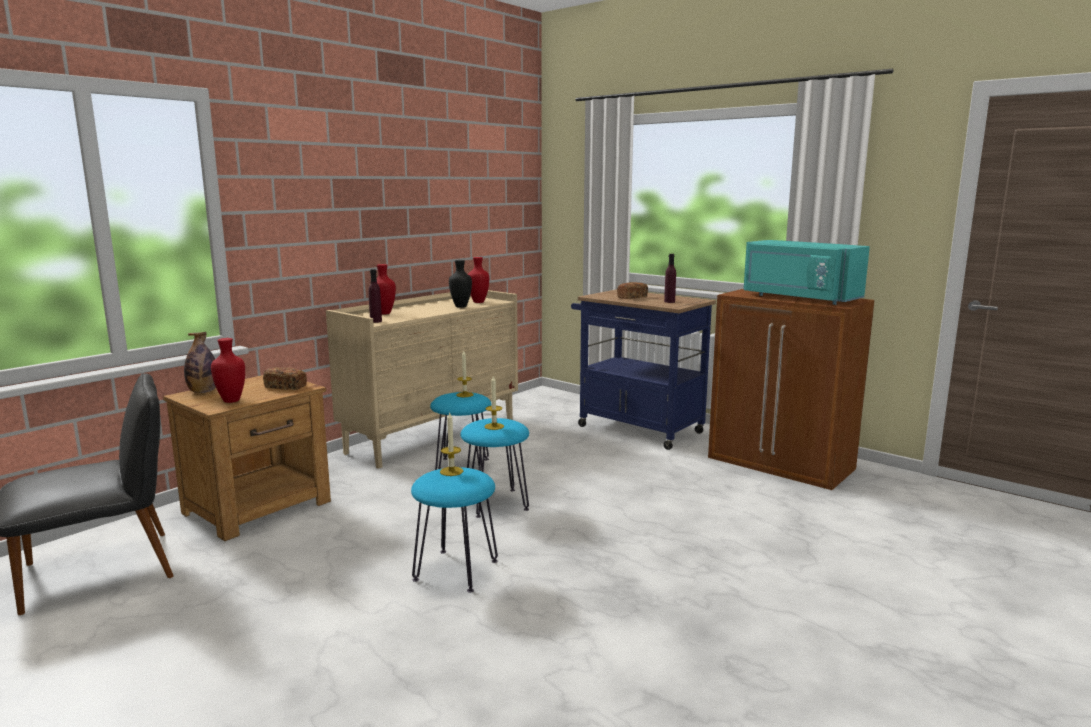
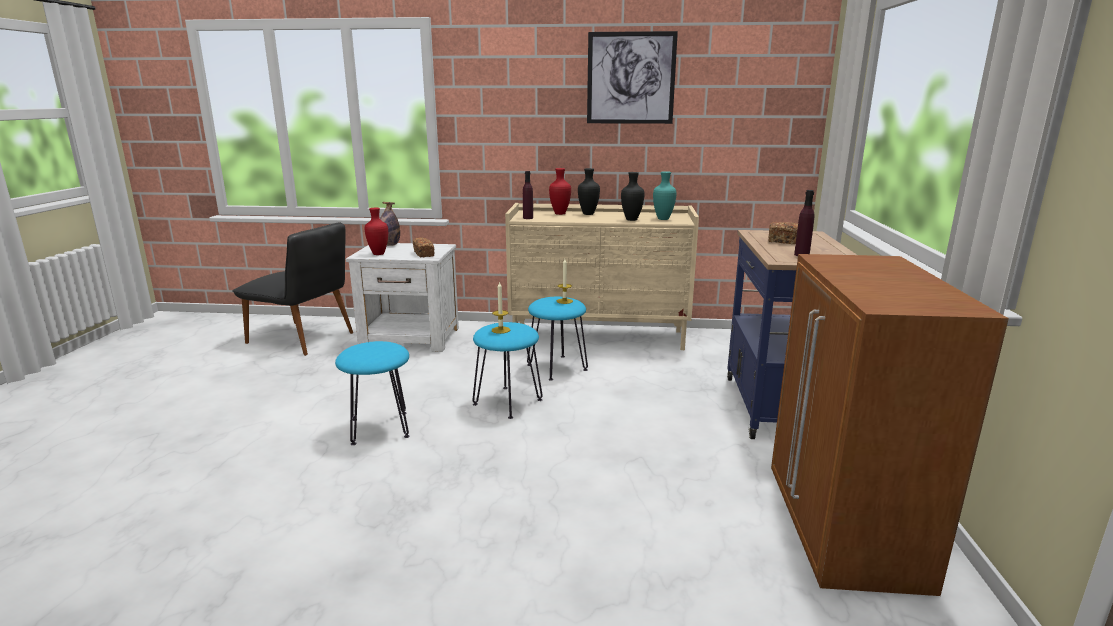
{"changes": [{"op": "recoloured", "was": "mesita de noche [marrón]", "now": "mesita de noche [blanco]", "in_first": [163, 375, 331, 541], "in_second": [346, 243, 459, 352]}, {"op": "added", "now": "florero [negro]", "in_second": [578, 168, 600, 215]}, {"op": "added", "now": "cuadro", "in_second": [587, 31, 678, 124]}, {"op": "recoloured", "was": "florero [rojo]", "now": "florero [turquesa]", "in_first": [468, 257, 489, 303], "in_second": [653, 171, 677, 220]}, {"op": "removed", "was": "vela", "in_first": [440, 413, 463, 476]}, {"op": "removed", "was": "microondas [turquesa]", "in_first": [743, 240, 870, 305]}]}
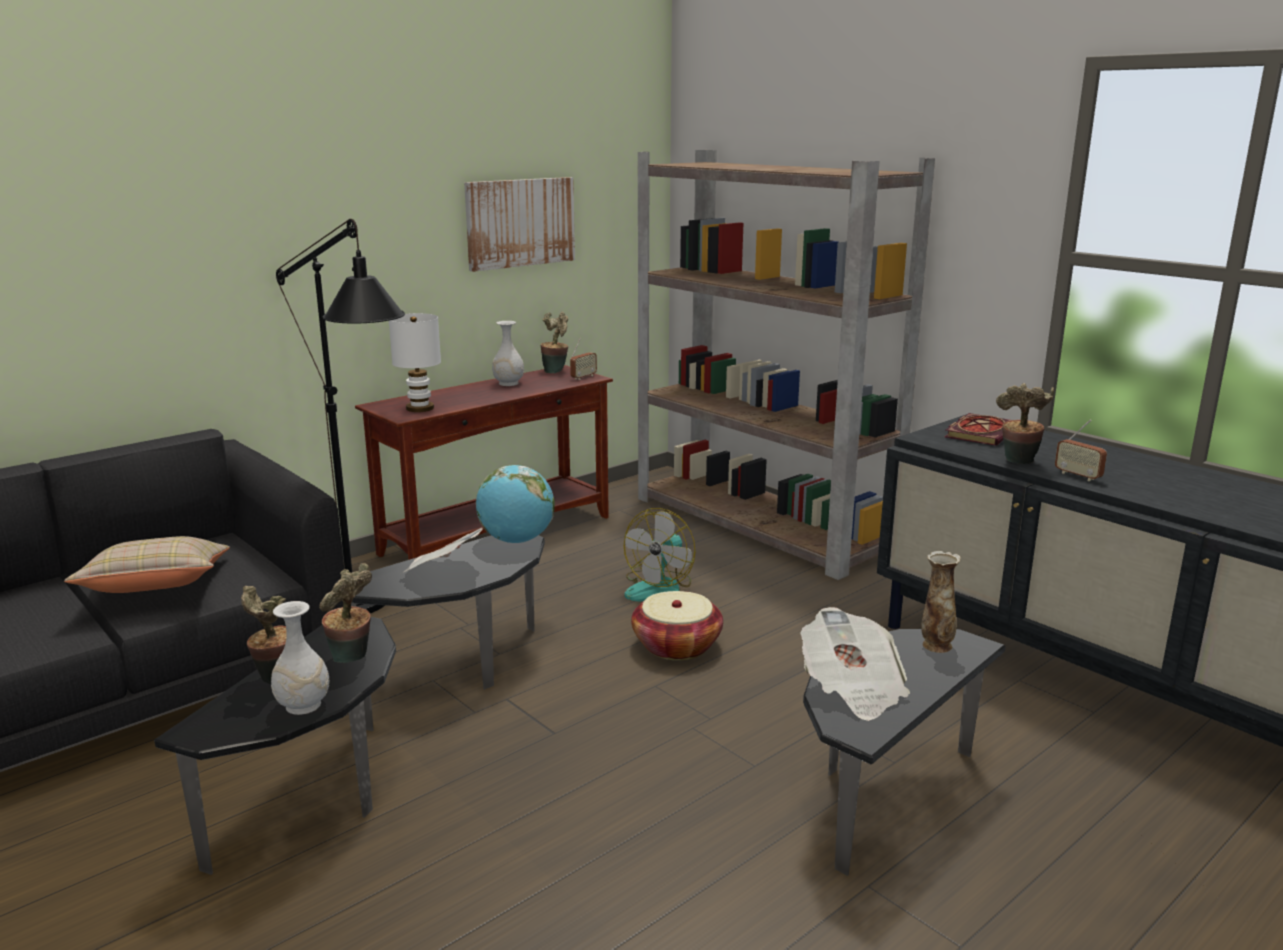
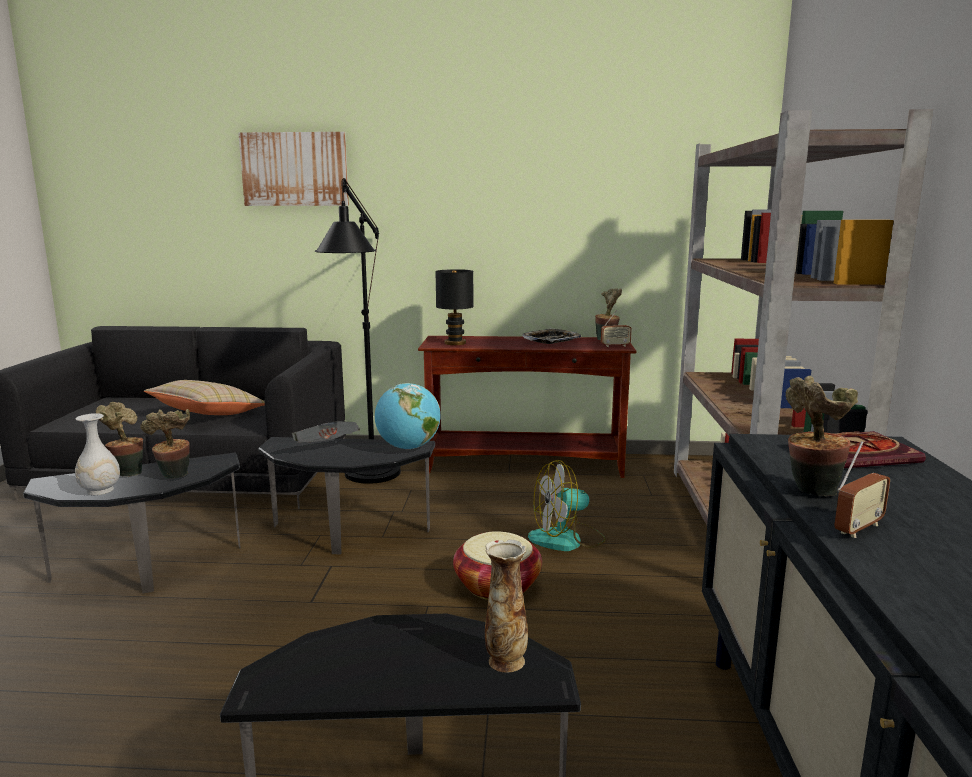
{"changes": [{"op": "moved", "was": "cuadro", "in_first": [464, 177, 575, 272], "in_second": [238, 132, 349, 206]}, {"op": "recoloured", "was": "lámpara de mesa [blanco]", "now": "lámpara de mesa [negro]", "in_first": [389, 313, 441, 412], "in_second": [435, 269, 474, 345]}, {"op": "replaced", "was": "florero [blanco]", "now": "bandeja", "in_first": [492, 321, 524, 386], "in_second": [522, 328, 581, 344]}, {"op": "turned", "was": "radio", "in_first": [1055, 420, 1107, 481], "in_second": [834, 441, 890, 538], "clockwise": -135}, {"op": "removed", "was": "periódico", "in_first": [801, 607, 910, 721]}]}
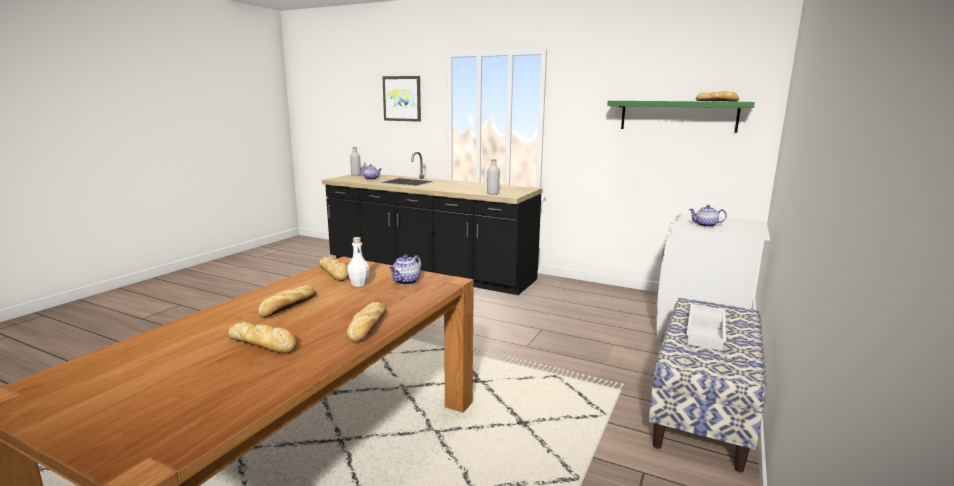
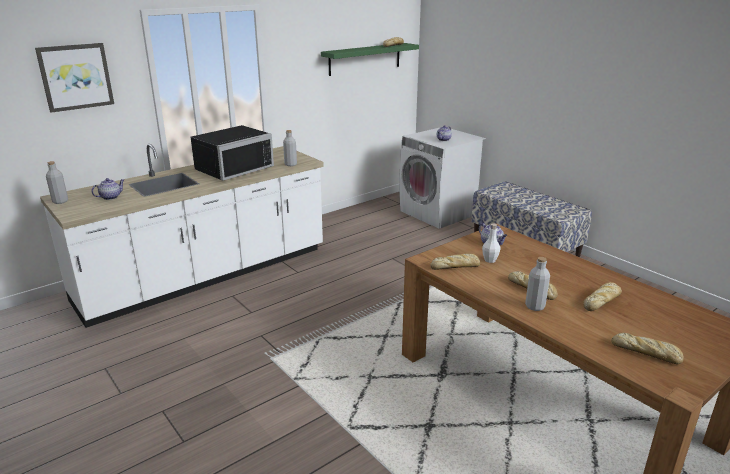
{"changes": [{"op": "recoloured", "was": "mueble bajo de cocina [negro]", "now": "mueble bajo de cocina [blanco]", "in_first": [322, 152, 543, 295], "in_second": [40, 144, 324, 328]}, {"op": "added", "now": "microondas [negro]", "in_second": [191, 125, 274, 181]}, {"op": "added", "now": "botella [gris]", "in_second": [525, 257, 550, 311]}, {"op": "moved", "was": "pan", "in_first": [347, 302, 386, 342], "in_second": [612, 333, 684, 364]}, {"op": "removed", "was": "bandeja [blanco]", "in_first": [687, 304, 726, 351]}]}
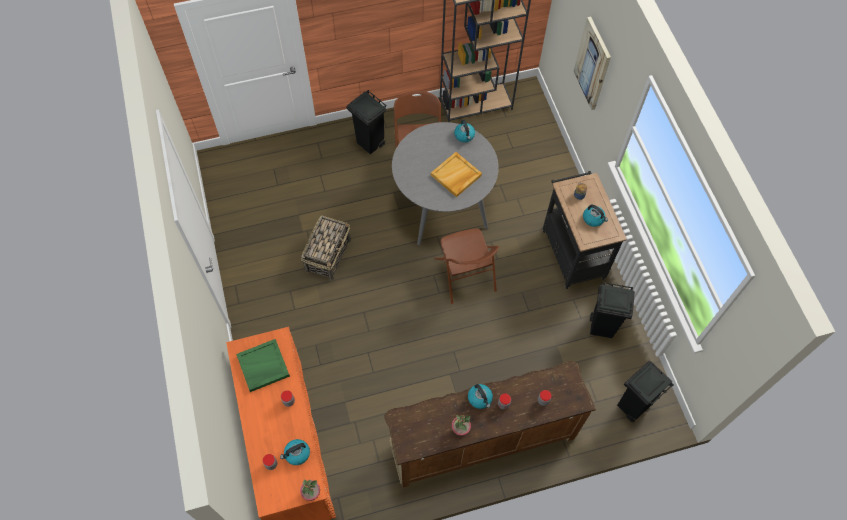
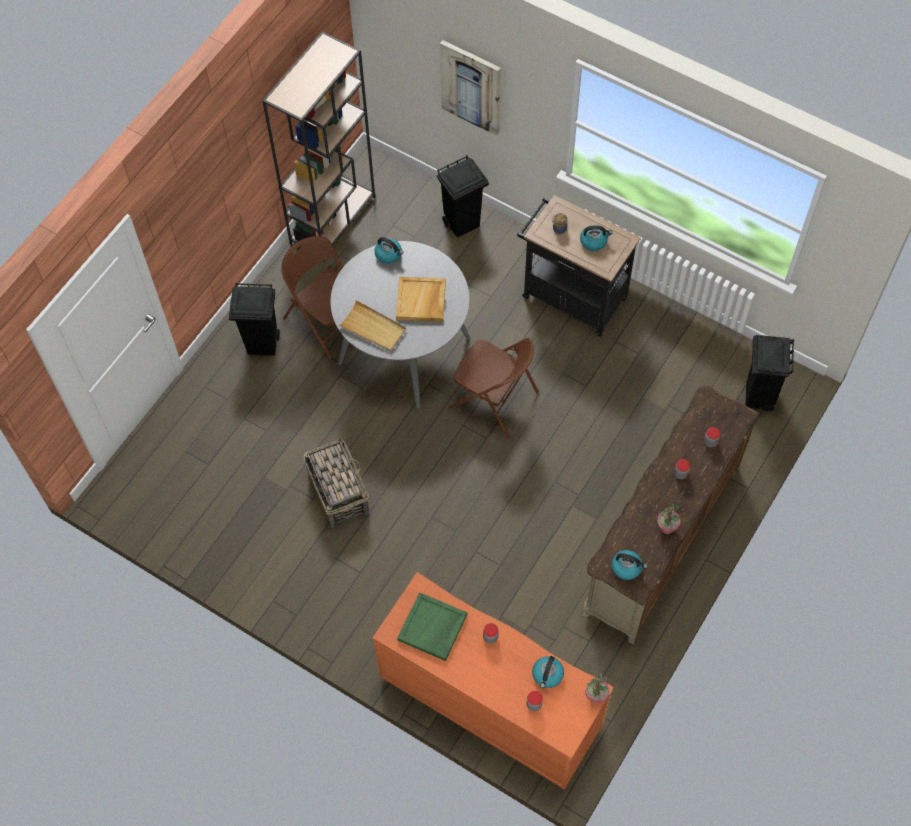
{"changes": [{"op": "added", "now": "bandeja [beis]", "in_second": [339, 300, 406, 352]}, {"op": "moved", "was": "papelera [negro]", "in_first": [590, 282, 635, 338], "in_second": [437, 156, 489, 238]}, {"op": "moved", "was": "hervidor", "in_first": [468, 384, 493, 409], "in_second": [612, 550, 648, 580]}]}
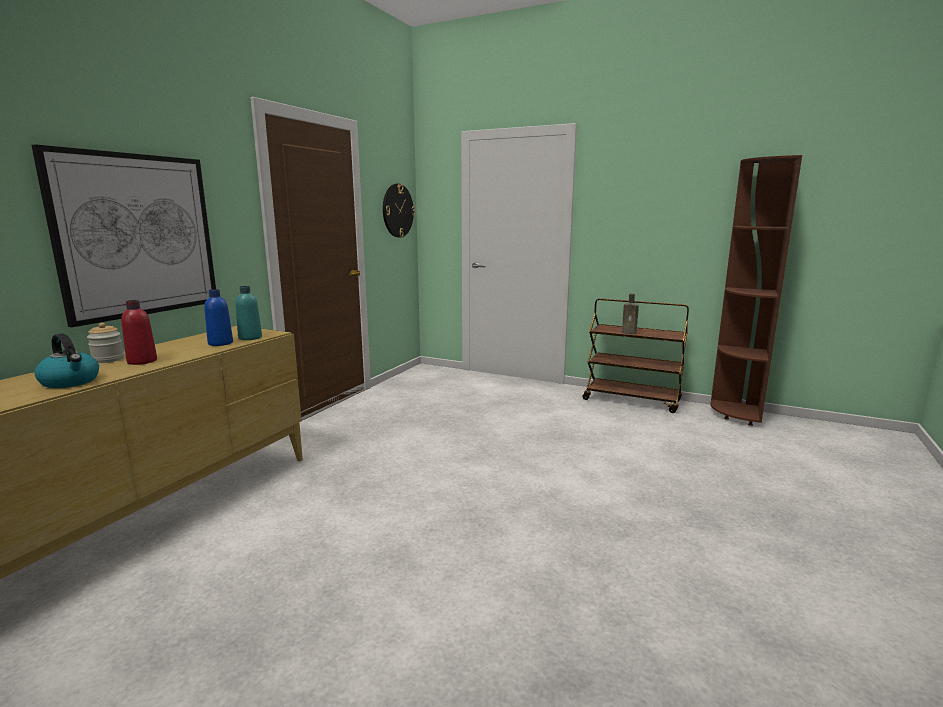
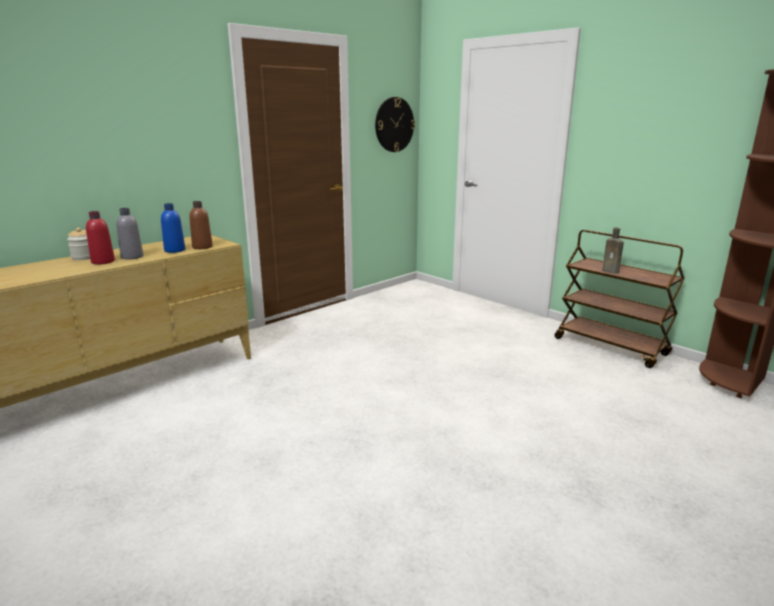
{"changes": [{"op": "added", "now": "botella [gris]", "in_second": [116, 208, 143, 260]}, {"op": "recoloured", "was": "botella [turquesa]", "now": "botella [marrón]", "in_first": [235, 286, 262, 340], "in_second": [189, 201, 213, 249]}, {"op": "removed", "was": "cuadro", "in_first": [31, 144, 216, 327]}, {"op": "removed", "was": "hervidor", "in_first": [34, 333, 99, 388]}]}
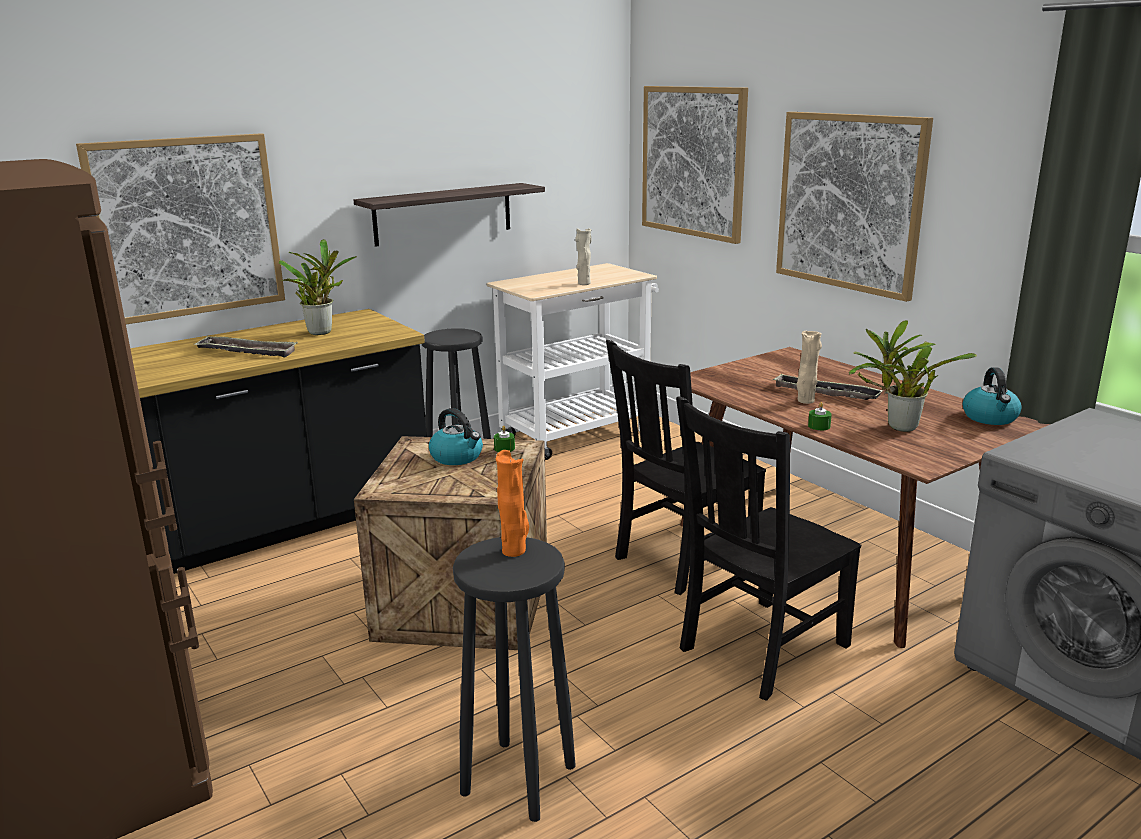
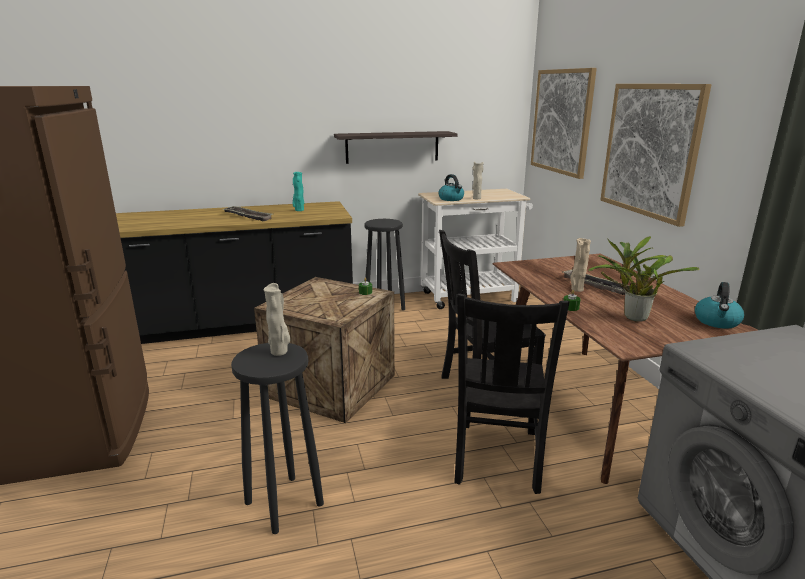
{"changes": [{"op": "recoloured", "was": "florero [naranja]", "now": "florero [beis]", "in_first": [496, 450, 529, 557], "in_second": [264, 283, 290, 356]}, {"op": "replaced", "was": "planta en maceta", "now": "florero [turquesa]", "in_first": [278, 239, 357, 335], "in_second": [292, 172, 304, 211]}, {"op": "moved", "was": "hervidor", "in_first": [429, 408, 483, 465], "in_second": [439, 174, 464, 201]}, {"op": "turned", "was": "silla [negro]", "in_first": [676, 397, 861, 701], "in_second": [454, 294, 569, 494], "clockwise": -60}, {"op": "removed", "was": "cuadro", "in_first": [76, 133, 285, 324]}]}
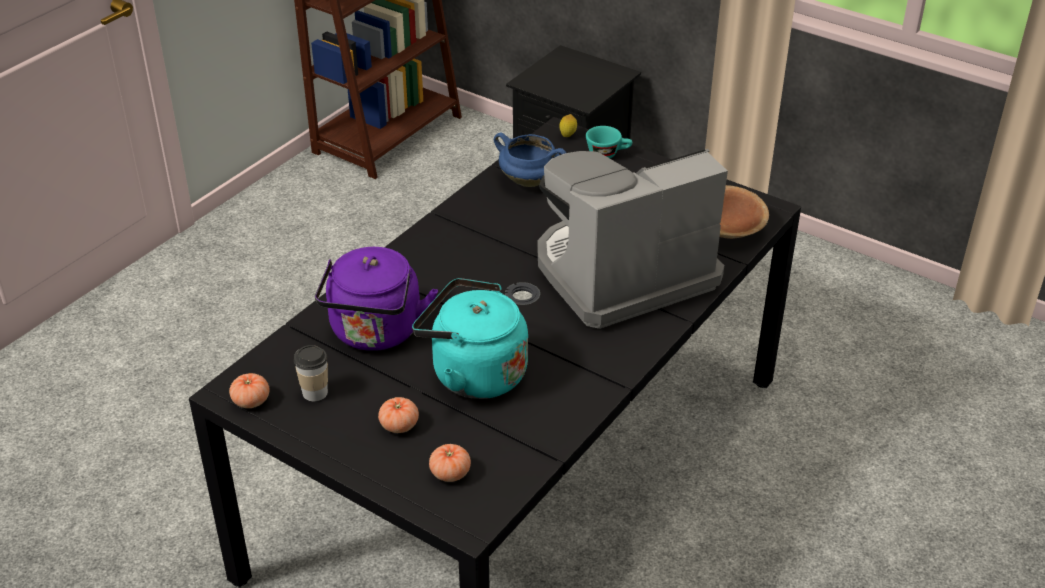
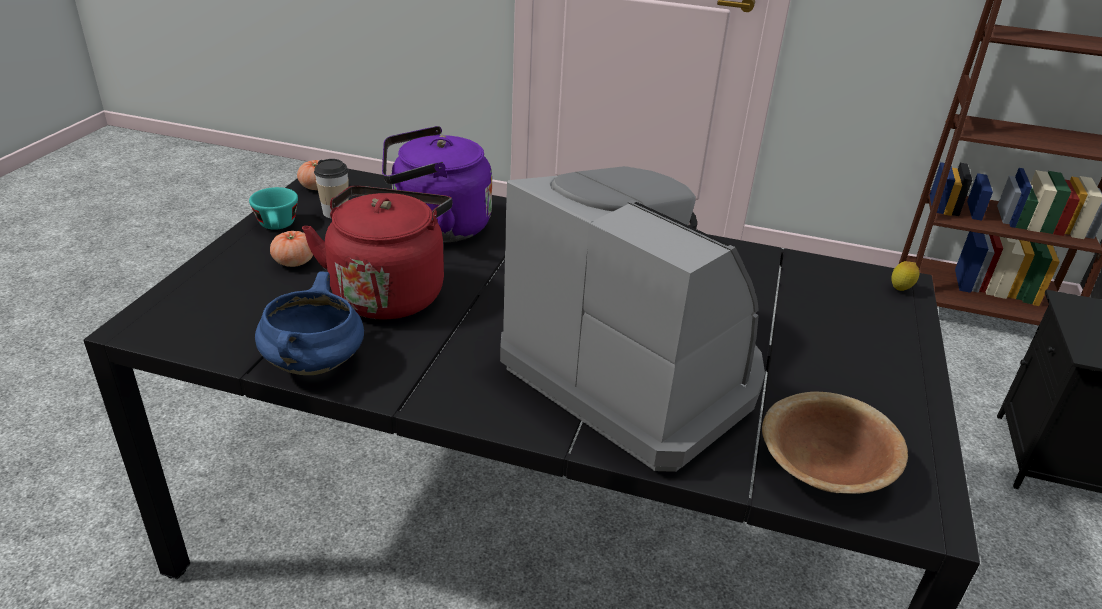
{"changes": [{"op": "moved", "was": "taza [turquesa]", "in_first": [586, 126, 632, 158], "in_second": [249, 187, 298, 230]}, {"op": "moved", "was": "olla [azul]", "in_first": [494, 133, 566, 187], "in_second": [255, 271, 364, 375]}, {"op": "recoloured", "was": "hervidor [turquesa]", "now": "hervidor [rojo]", "in_first": [412, 278, 528, 399], "in_second": [302, 186, 452, 320]}, {"op": "removed", "was": "tomate", "in_first": [429, 444, 471, 482]}]}
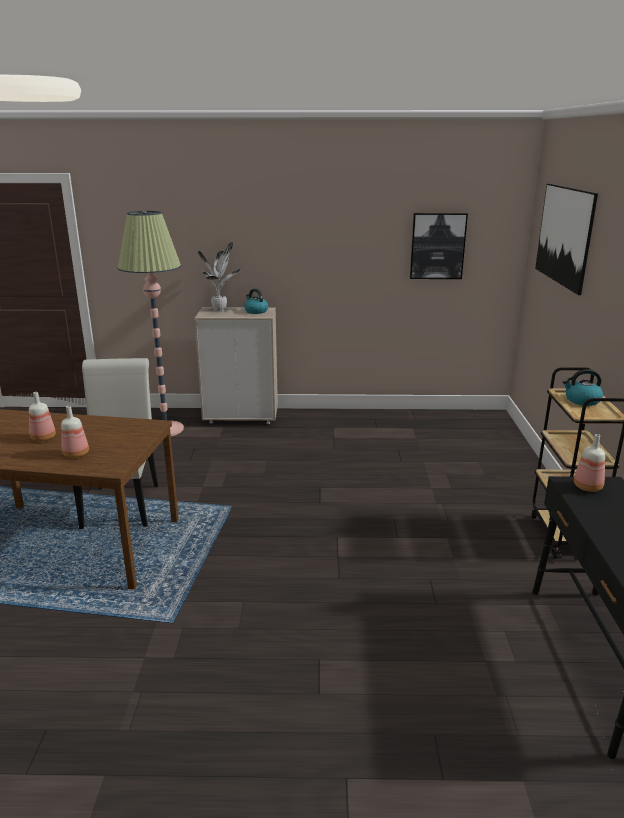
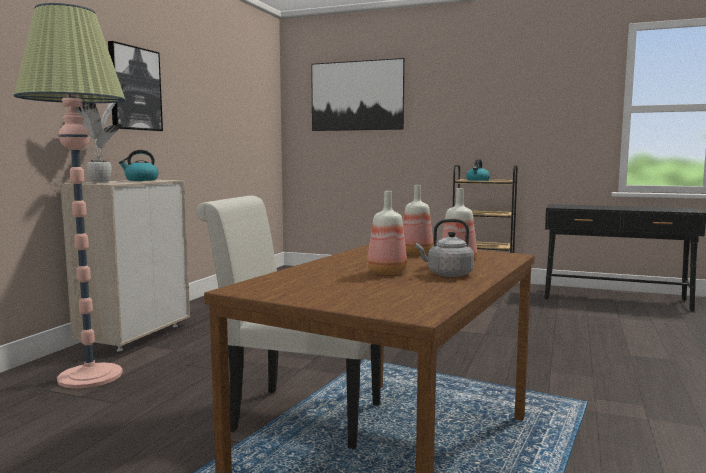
{"changes": [{"op": "moved", "was": "cuadro", "in_first": [410, 213, 468, 279], "in_second": [108, 41, 163, 131]}, {"op": "moved", "was": "botella", "in_first": [574, 434, 605, 492], "in_second": [403, 185, 433, 255]}, {"op": "added", "now": "hervidor [gris]", "in_second": [415, 219, 474, 277]}]}
